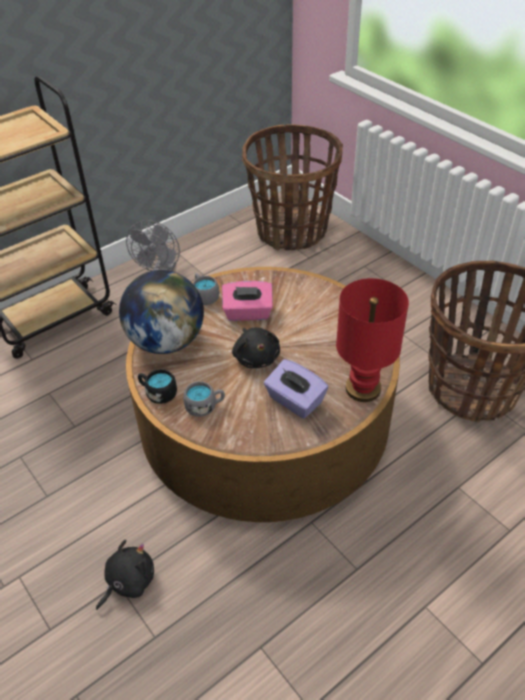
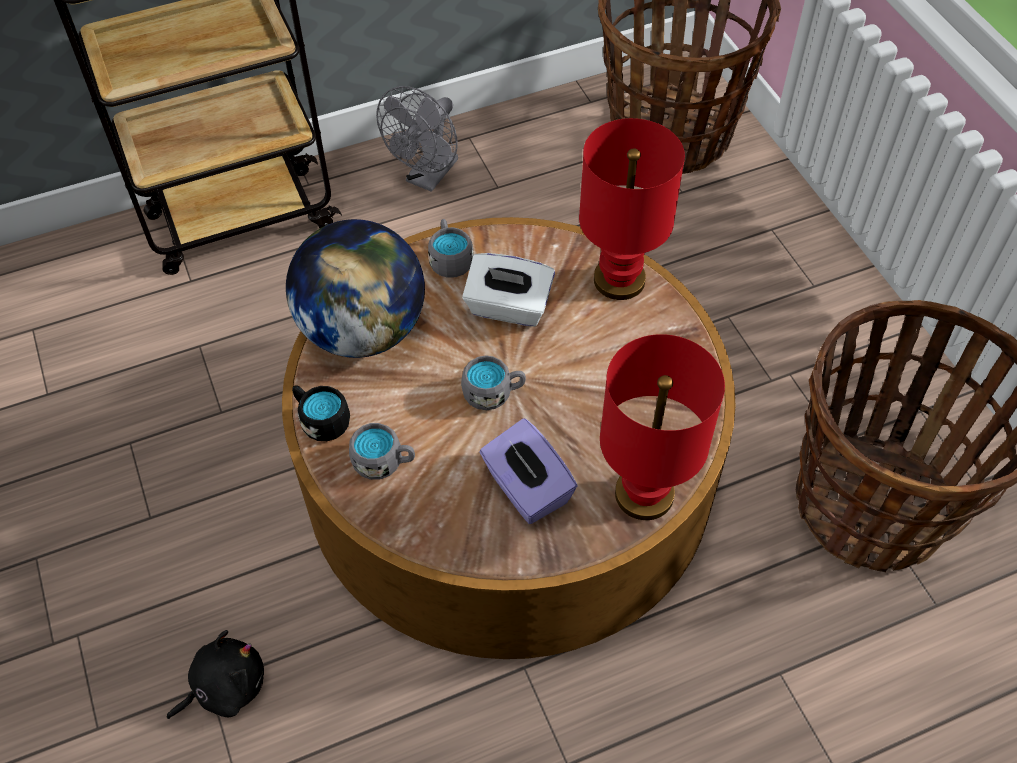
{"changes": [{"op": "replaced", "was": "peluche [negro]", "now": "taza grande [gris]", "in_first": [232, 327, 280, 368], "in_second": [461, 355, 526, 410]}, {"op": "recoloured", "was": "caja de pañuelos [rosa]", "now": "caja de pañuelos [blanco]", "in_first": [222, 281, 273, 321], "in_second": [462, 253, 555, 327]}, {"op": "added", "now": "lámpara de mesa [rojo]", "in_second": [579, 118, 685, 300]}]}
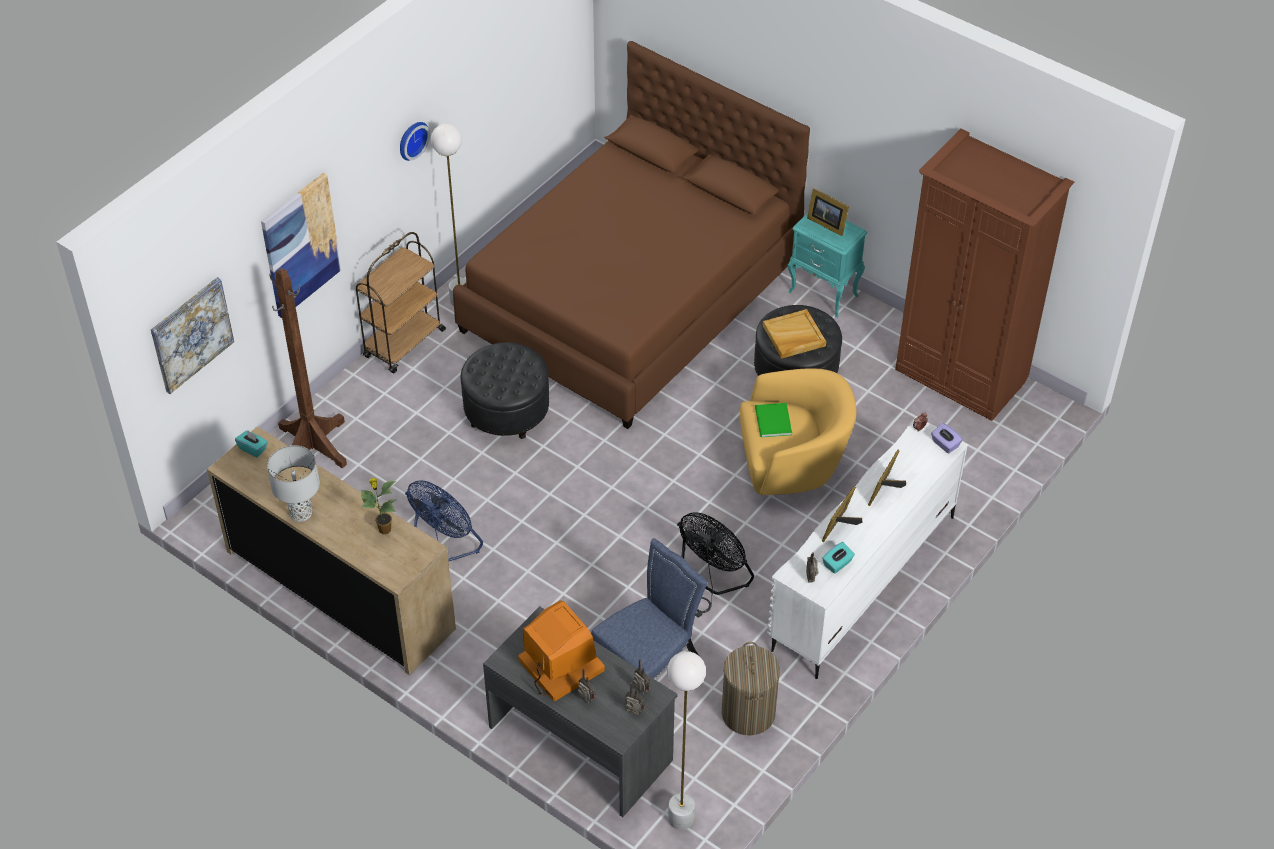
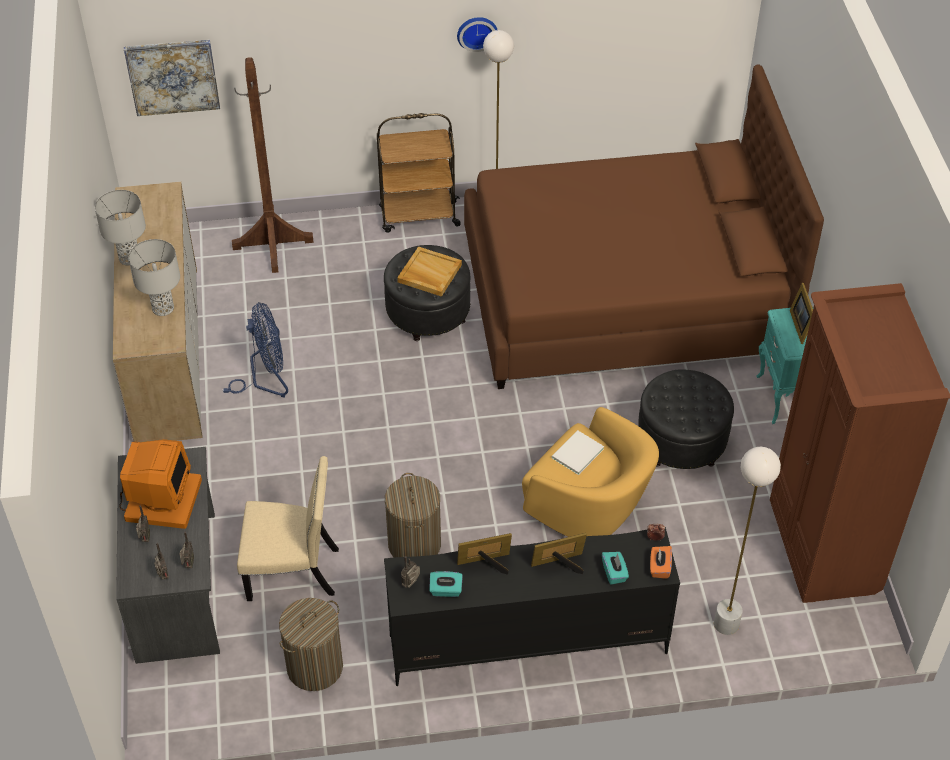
{"changes": [{"op": "replaced", "was": "planta en maceta", "now": "lámpara de mesa [blanco]", "in_first": [361, 478, 396, 534], "in_second": [128, 239, 180, 316]}, {"op": "recoloured", "was": "silla [azul]", "now": "silla [beis]", "in_first": [591, 538, 708, 679], "in_second": [237, 456, 339, 601]}, {"op": "recoloured", "was": "cómoda [blanco]", "now": "cómoda [negro]", "in_first": [767, 417, 968, 679], "in_second": [384, 527, 680, 687]}, {"op": "replaced", "was": "ventilador [negro]", "now": "cesto de la ropa", "in_first": [677, 512, 754, 618], "in_second": [385, 473, 441, 558]}, {"op": "moved", "was": "bandeja [beis]", "in_first": [763, 309, 826, 359], "in_second": [397, 246, 462, 297]}, {"op": "recoloured", "was": "libro [verde]", "now": "libro [blanco]", "in_first": [755, 403, 792, 438], "in_second": [551, 430, 604, 475]}, {"op": "moved", "was": "caja de pañuelos [turquesa]", "in_first": [235, 431, 268, 458], "in_second": [602, 552, 629, 584]}, {"op": "recoloured", "was": "caja de pañuelos [morado]", "now": "caja de pañuelos [naranja]", "in_first": [931, 423, 963, 454], "in_second": [650, 546, 672, 579]}, {"op": "moved", "was": "lámpara de pie [blanco]", "in_first": [667, 651, 706, 830], "in_second": [714, 447, 781, 635]}, {"op": "removed", "was": "cuadro", "in_first": [261, 173, 341, 318]}]}
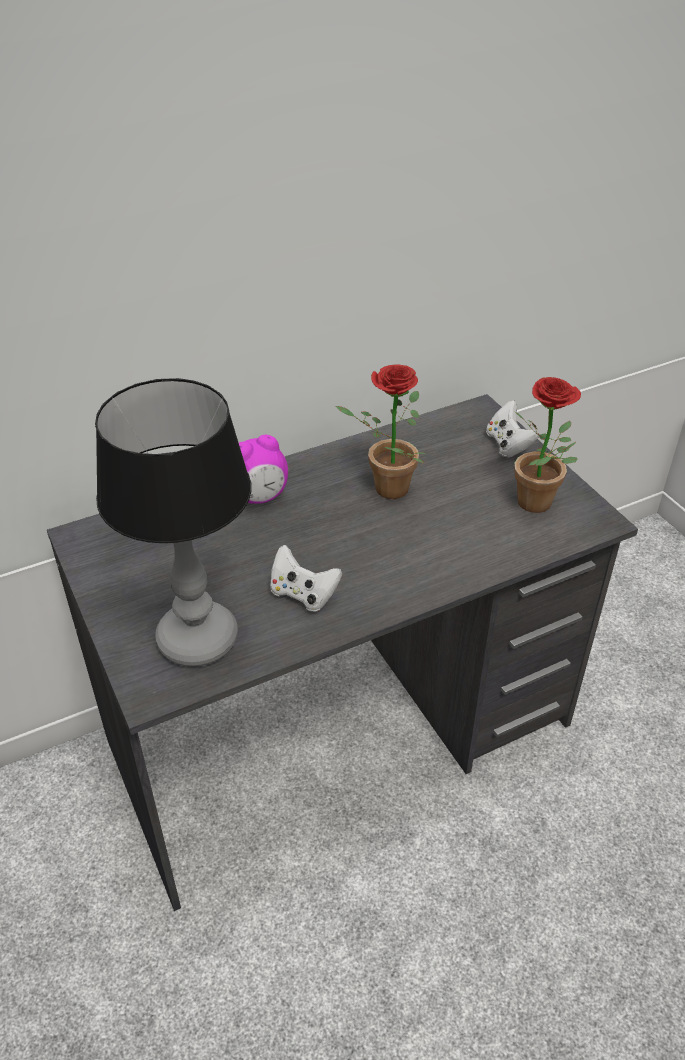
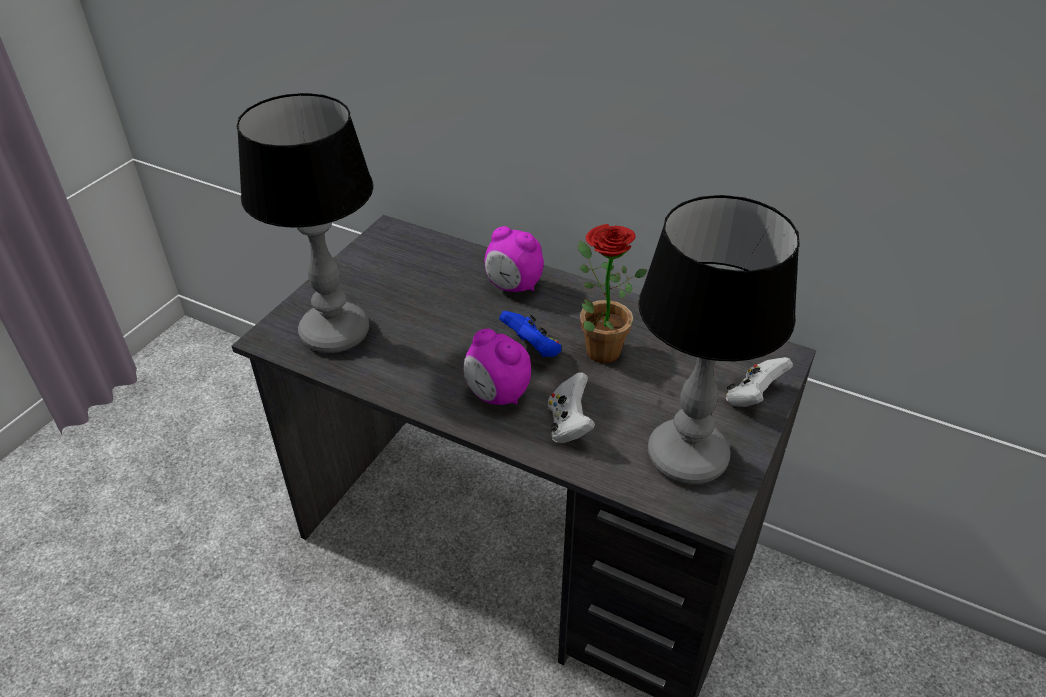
{"changes": [{"op": "added", "now": "despertador", "in_second": [463, 329, 531, 405]}, {"op": "added", "now": "mando de consola [azul]", "in_second": [499, 311, 562, 357]}, {"op": "moved", "was": "mando de consola [blanco]", "in_first": [270, 545, 342, 612], "in_second": [548, 373, 595, 443]}, {"op": "replaced", "was": "planta en maceta", "now": "lámpara de mesa", "in_first": [515, 377, 581, 513], "in_second": [638, 195, 800, 484]}]}
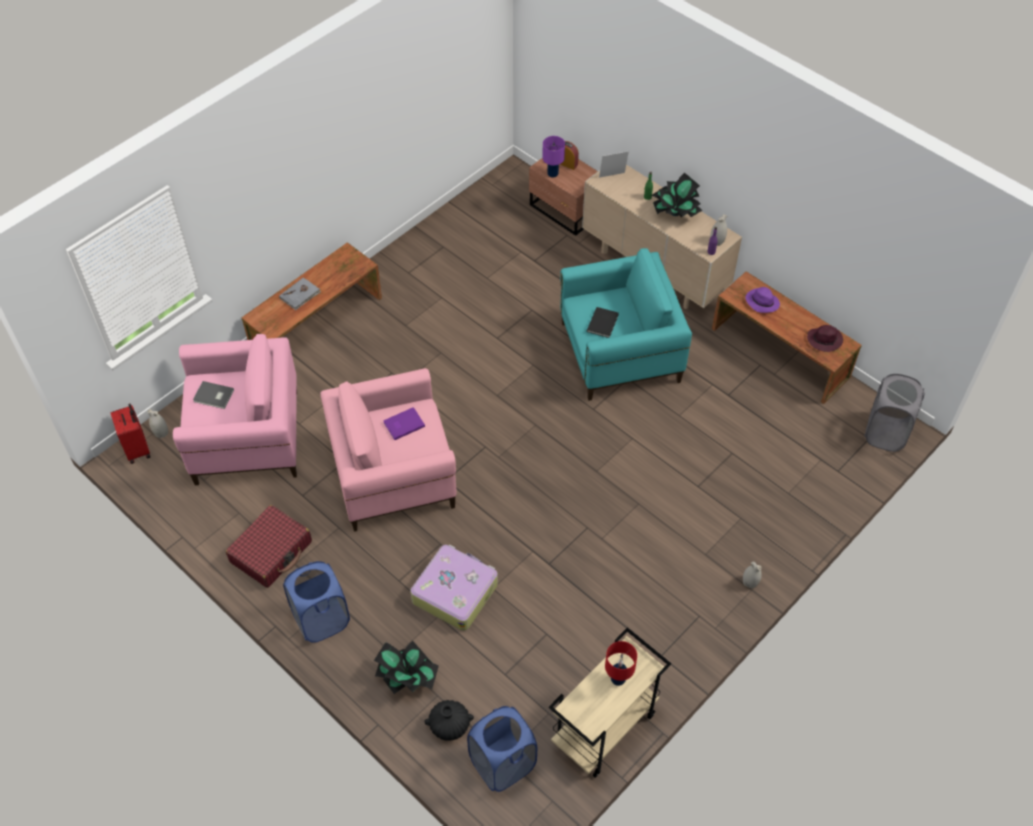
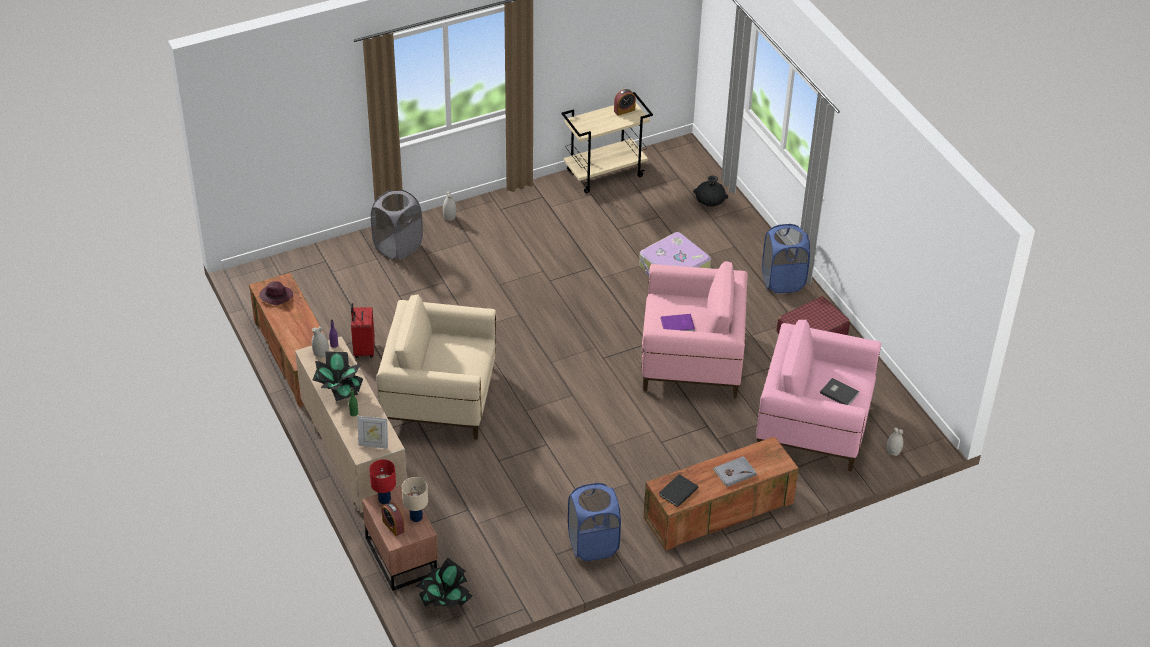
{"changes": [{"op": "moved", "was": "maleta [rojo]", "in_first": [110, 403, 150, 464], "in_second": [351, 303, 375, 358]}, {"op": "moved", "was": "lámpara de mesa [rojo]", "in_first": [605, 641, 637, 686], "in_second": [369, 459, 396, 504]}, {"op": "moved", "was": "cesto de la ropa [gris]", "in_first": [864, 374, 924, 452], "in_second": [371, 190, 423, 260]}, {"op": "recoloured", "was": "sillón [turquesa]", "now": "sillón [beis]", "in_first": [560, 248, 692, 401], "in_second": [377, 294, 496, 440]}, {"op": "recoloured", "was": "lámpara de mesa [morado]", "now": "lámpara de mesa [beis]", "in_first": [542, 136, 565, 178], "in_second": [402, 477, 428, 522]}, {"op": "moved", "was": "planta en maceta", "in_first": [374, 641, 439, 694], "in_second": [416, 558, 472, 608]}, {"op": "moved", "was": "cesto de la ropa [azul]", "in_first": [467, 706, 537, 792], "in_second": [568, 483, 621, 561]}, {"op": "added", "now": "despertador", "in_second": [614, 89, 636, 116]}, {"op": "moved", "was": "libro [negro]", "in_first": [587, 307, 619, 338], "in_second": [659, 474, 699, 507]}, {"op": "removed", "was": "sombrero [morado]", "in_first": [746, 287, 780, 313]}]}
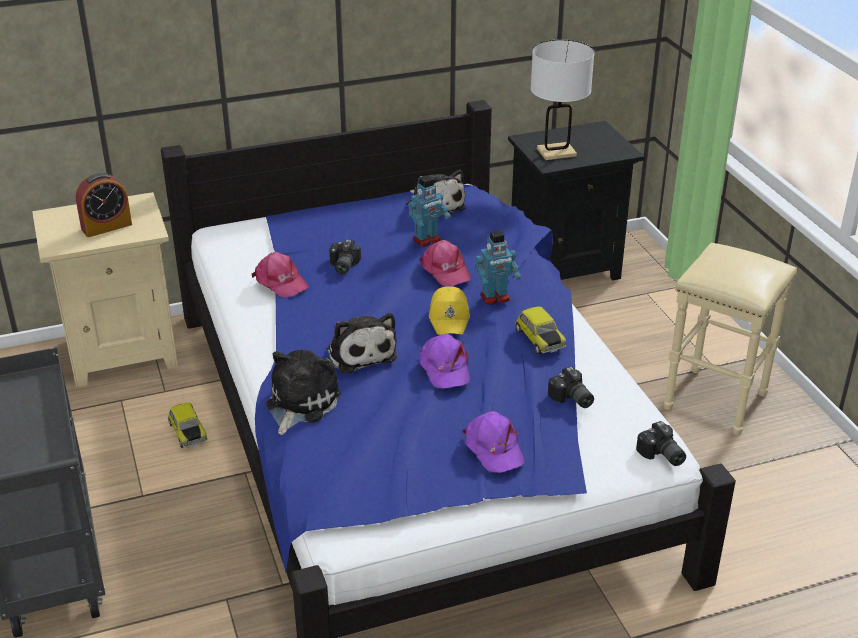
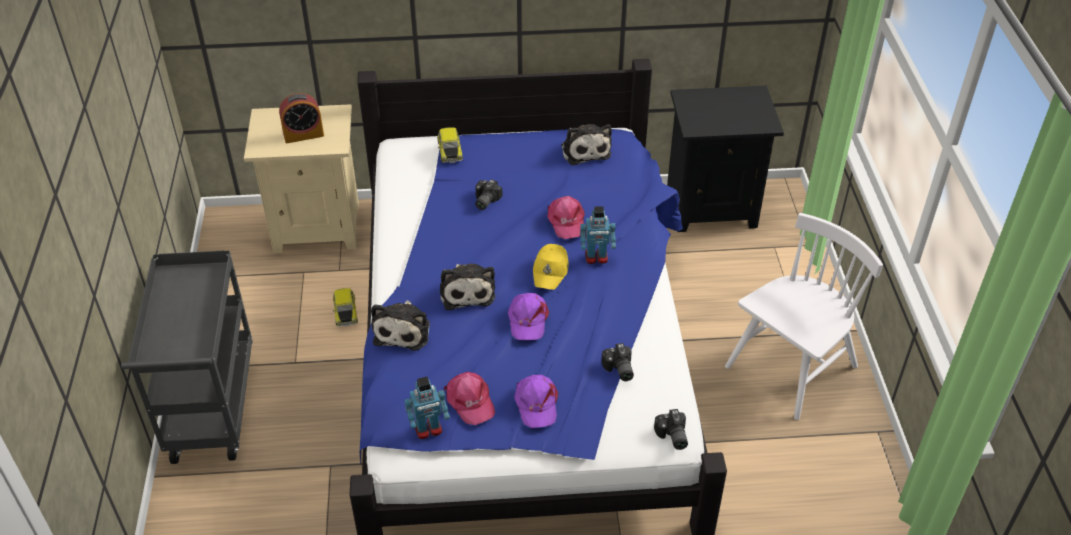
{"changes": [{"op": "turned", "was": "peluche", "in_first": [266, 349, 341, 435], "in_second": [371, 300, 430, 351], "clockwise": 150}, {"op": "moved", "was": "robot de juguete", "in_first": [408, 176, 451, 247], "in_second": [405, 377, 450, 439]}, {"op": "moved", "was": "coche de juguete", "in_first": [515, 307, 566, 354], "in_second": [438, 127, 463, 163]}, {"op": "moved", "was": "gorra [rosa]", "in_first": [252, 252, 309, 298], "in_second": [444, 372, 495, 425]}, {"op": "replaced", "was": "taburete [beis]", "now": "silla [blanco]", "in_first": [664, 243, 797, 435], "in_second": [725, 213, 883, 420]}, {"op": "removed", "was": "lámpara de mesa [blanco]", "in_first": [530, 39, 594, 160]}]}
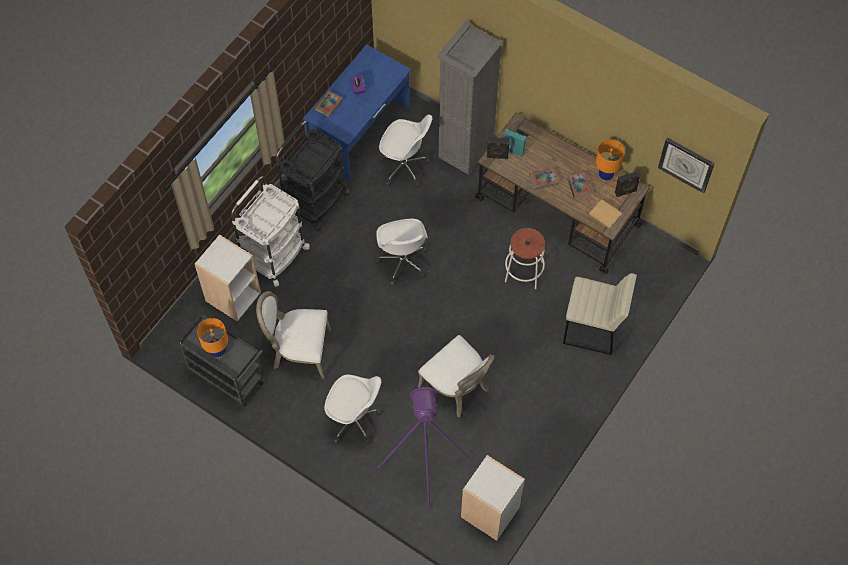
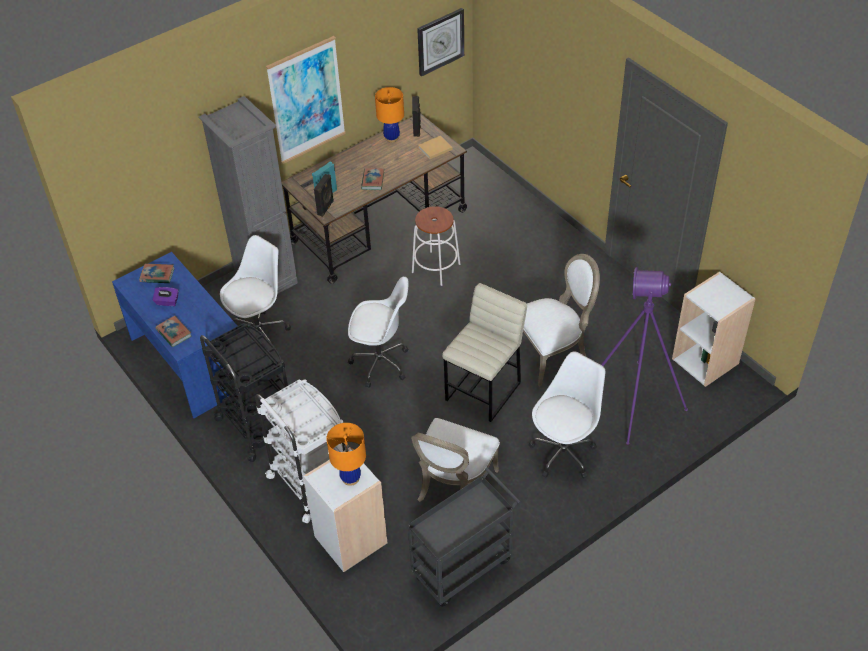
{"changes": [{"op": "moved", "was": "libro", "in_first": [567, 172, 592, 199], "in_second": [139, 263, 175, 283]}, {"op": "added", "now": "cuadro", "in_second": [266, 36, 346, 164]}, {"op": "moved", "was": "lámpara de mesa [naranja]", "in_first": [197, 318, 228, 358], "in_second": [326, 423, 366, 486]}, {"op": "moved", "was": "silla [beis]", "in_first": [563, 273, 637, 355], "in_second": [442, 283, 527, 422]}]}
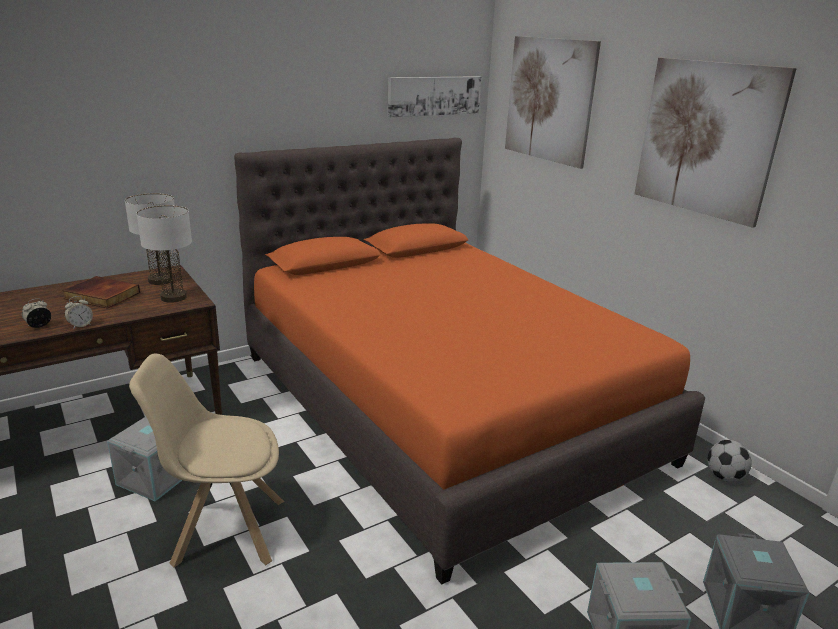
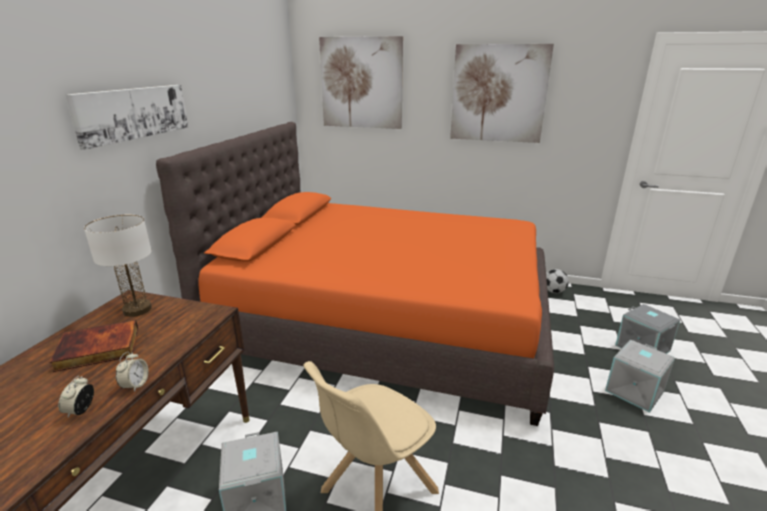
{"changes": [{"op": "moved", "was": "cuadro", "in_first": [388, 76, 481, 117], "in_second": [65, 85, 188, 150]}, {"op": "removed", "was": "lámpara de mesa", "in_first": [137, 205, 192, 303]}]}
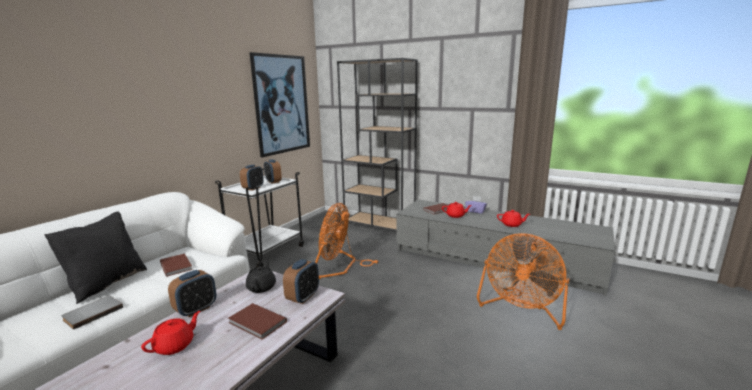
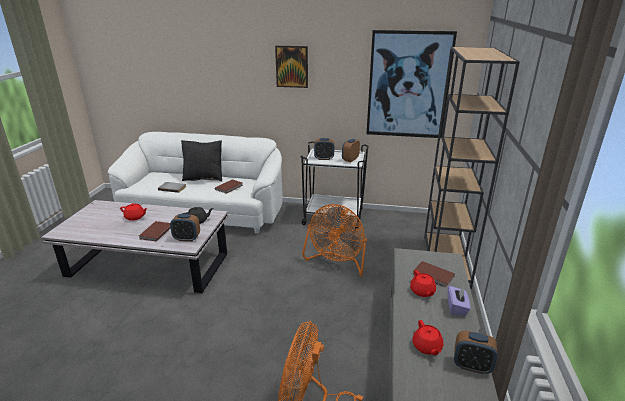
{"changes": [{"op": "added", "now": "cuadro", "in_second": [275, 46, 308, 88]}, {"op": "turned", "was": "ventilador [naranja]", "in_first": [315, 203, 379, 279], "in_second": [302, 204, 367, 276], "clockwise": -150}, {"op": "moved", "was": "despertador", "in_first": [168, 270, 216, 317], "in_second": [454, 331, 498, 374]}]}
